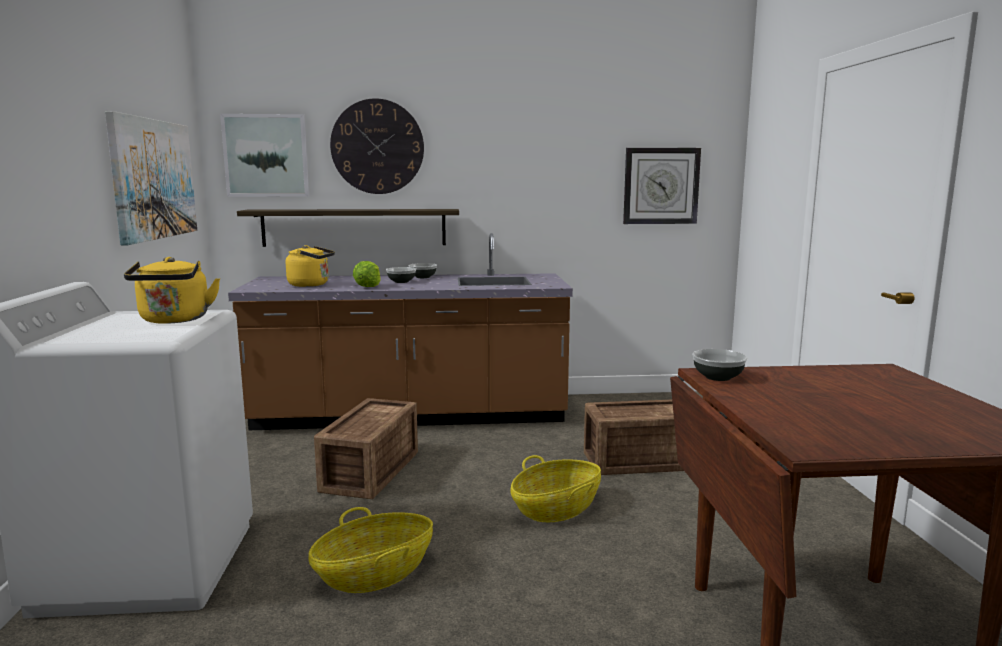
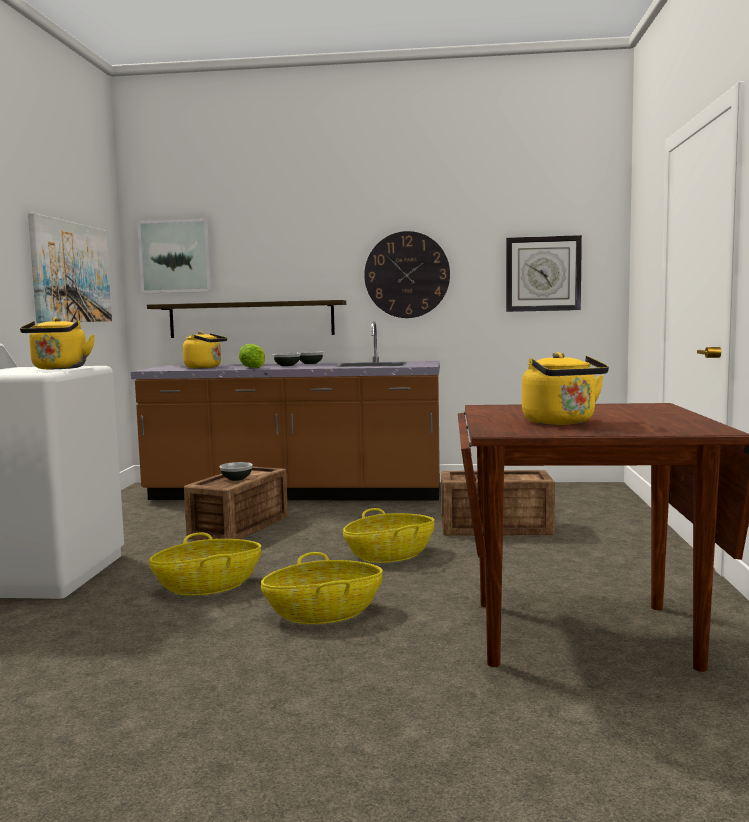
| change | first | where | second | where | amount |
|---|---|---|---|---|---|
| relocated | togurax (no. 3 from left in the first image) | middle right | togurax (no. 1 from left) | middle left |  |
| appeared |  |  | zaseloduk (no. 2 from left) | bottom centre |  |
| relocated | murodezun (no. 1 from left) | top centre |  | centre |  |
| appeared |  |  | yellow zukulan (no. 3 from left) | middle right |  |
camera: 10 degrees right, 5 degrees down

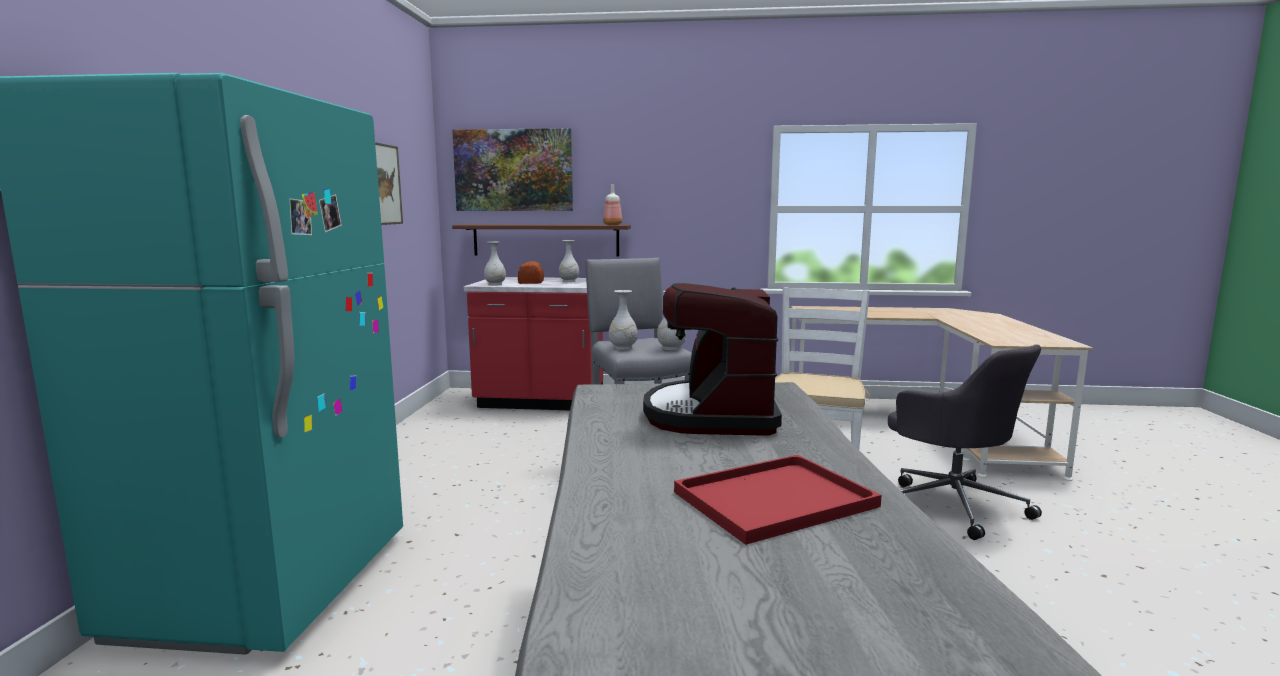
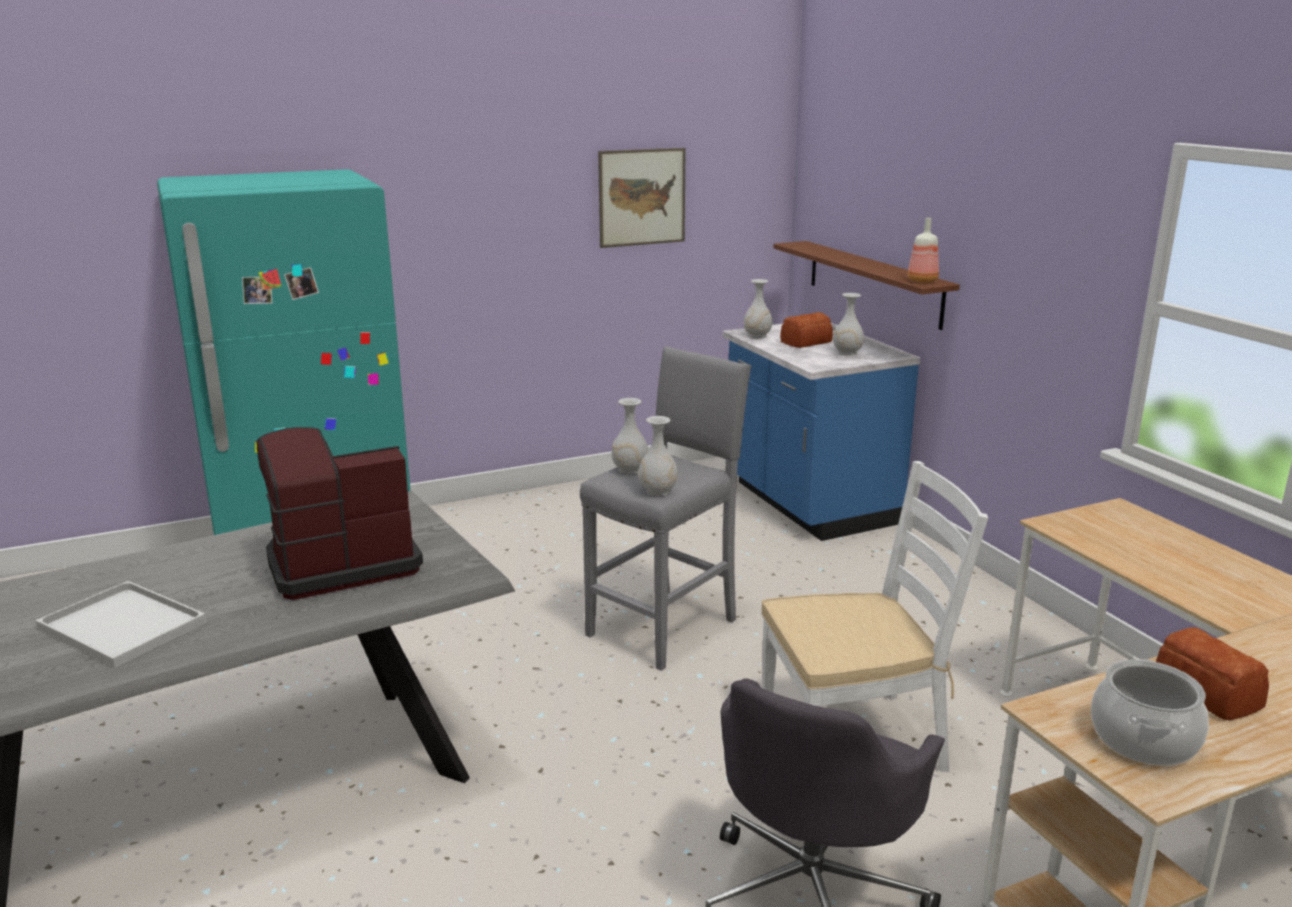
| change | first | where | second | where | amount |
|---|---|---|---|---|---|
| colour | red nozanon | bottom centre | white nozanon | bottom left |  |
| colour | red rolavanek | centre | blue rolavanek | centre |  |
| appeared |  |  | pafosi | bottom right |  |
| appeared |  |  | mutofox (no. 2 from left) | bottom right |  |
| missing | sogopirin (no. 2 from left) | top centre |  |  |  |
camera: 60 degrees right, 10 degrees up

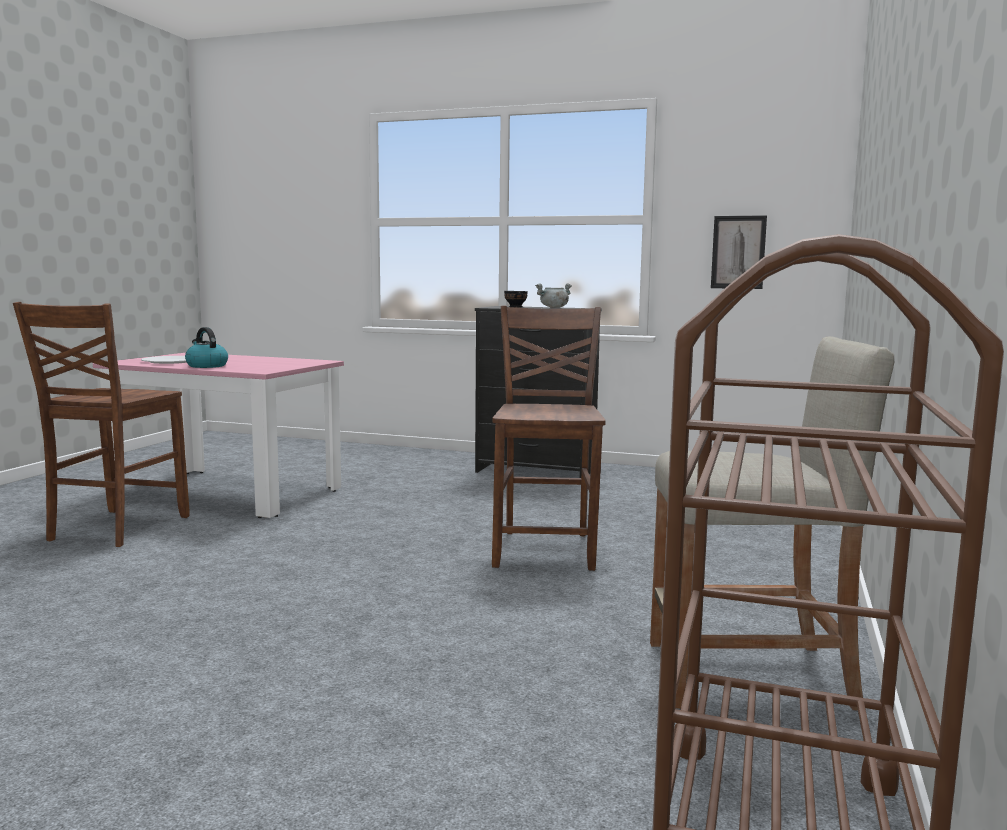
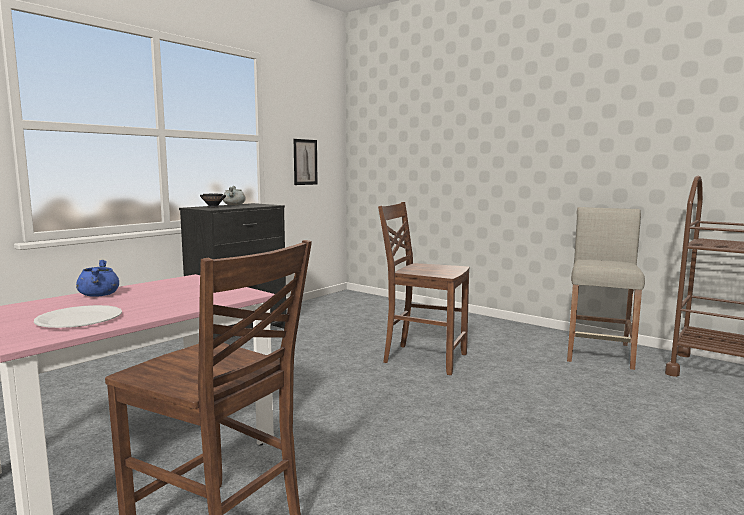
| change | first | where | second | where | amount |
|---|---|---|---|---|---|
| appeared |  |  | blue pafosi | middle left |  |
| missing | zukulan | middle left |  |  |  |
camera: 70 degrees left, 0 degrees up

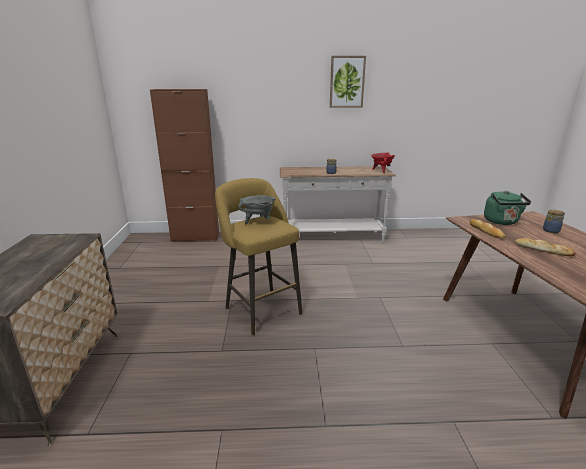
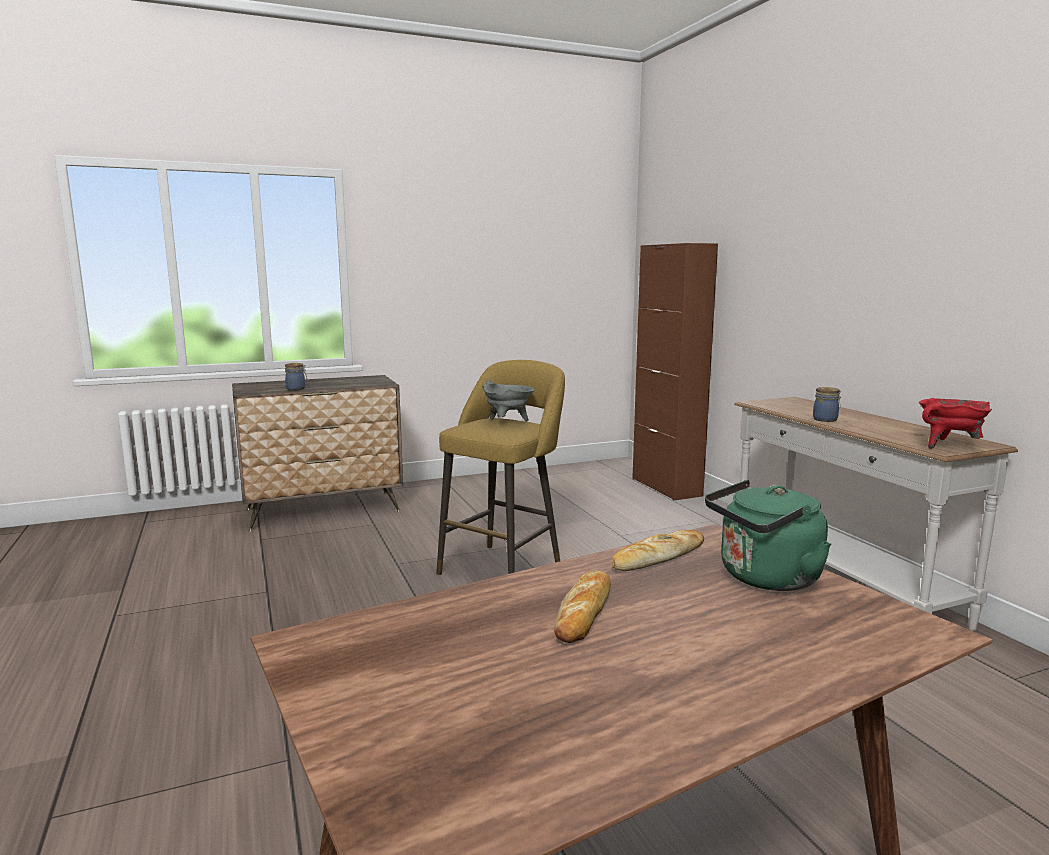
| change | first | where | second | where | amount |
|---|---|---|---|---|---|
| relocated | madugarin (no. 2 from left in the first image) | middle right | madugarin (no. 1 from left) | middle left |  |
| missing | sogopirin | top centre |  |  |  |
camera: 70 degrees right, 10 degrees down

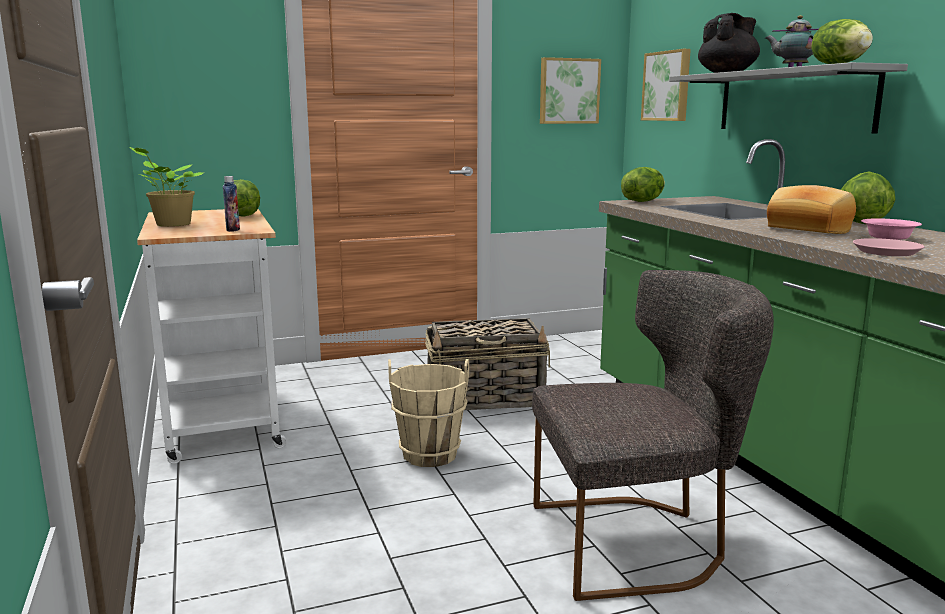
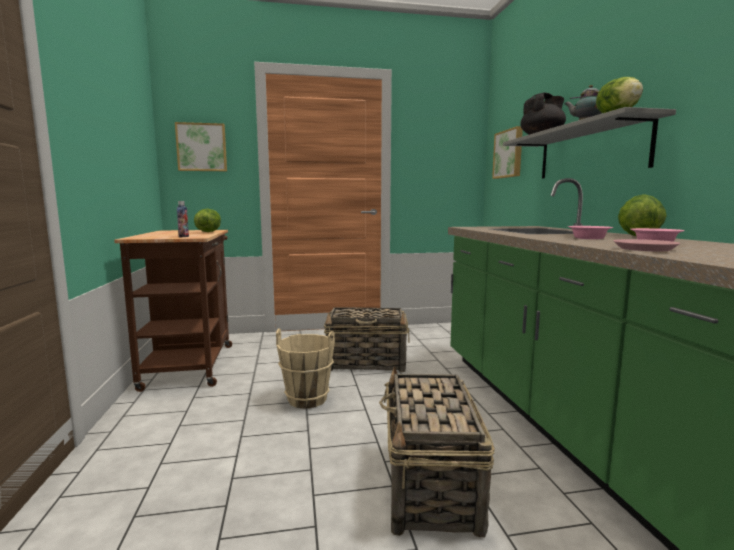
| change | first | where | second | where | amount |
|---|---|---|---|---|---|
| colour | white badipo | middle left | brown badipo | middle left |  |
| relocated | sogopirin (no. 1 from left) | top centre |  | top left |  |
| exchanged | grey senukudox | bottom right | zaseloduk (no. 2 from left) | bottom centre |  |
| exchanged | mutofox | middle right | pink togurax (no. 1 from left) | middle right |  |
| missing | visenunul | top left |  |  |  |
| missing | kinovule (no. 2 from left) | top right |  |  |  |
camera: 10 degrees right, 5 degrees down

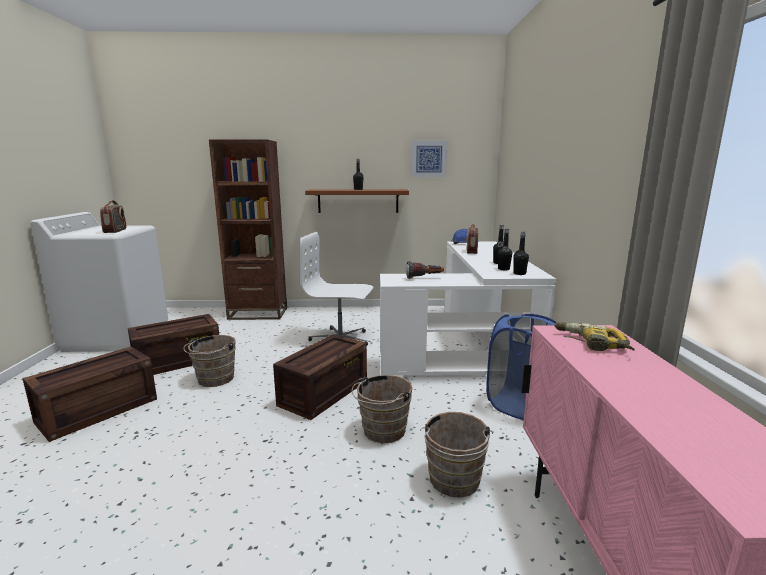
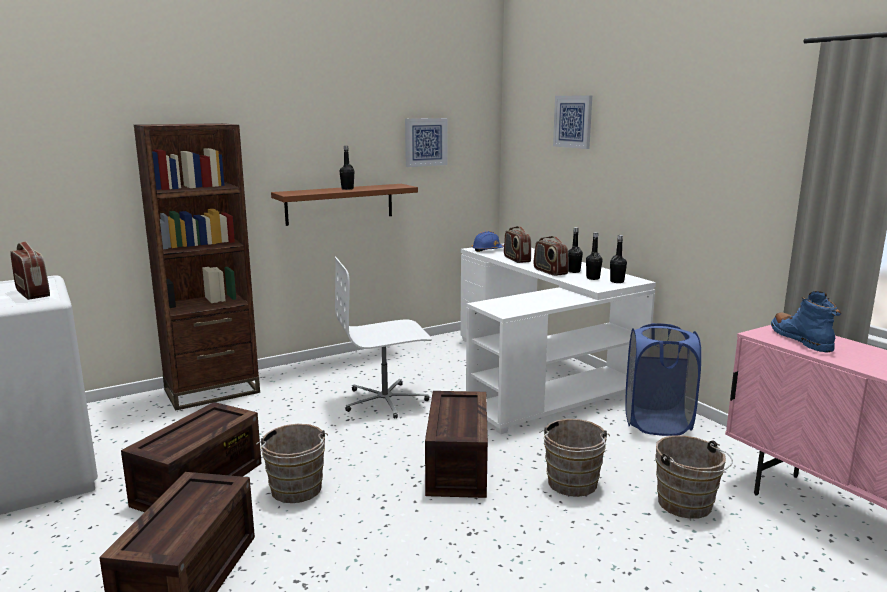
| change | first | where | second | where | amount |
|---|---|---|---|---|---|
| appeared |  |  | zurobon (no. 3 from left) | centre |  |
| appeared |  |  | sogopirin (no. 2 from left) | top centre |  |
| exchanged | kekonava | middle right | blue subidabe | middle right |  |
| missing | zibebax | centre |  |  |  |
camera: 30 degrees left, 0 degrees up

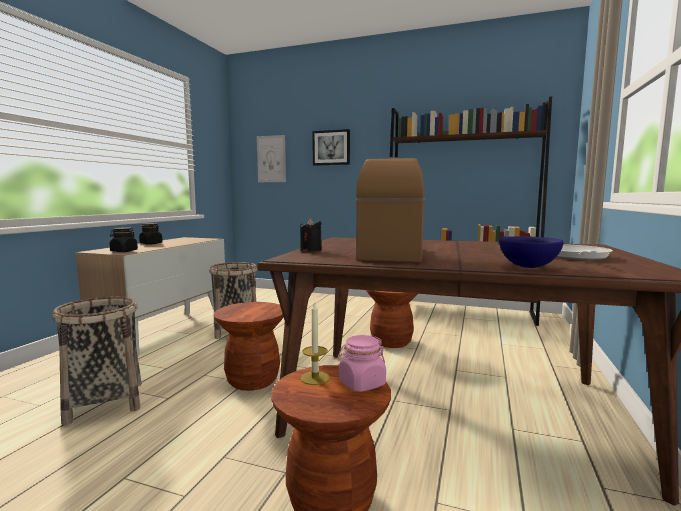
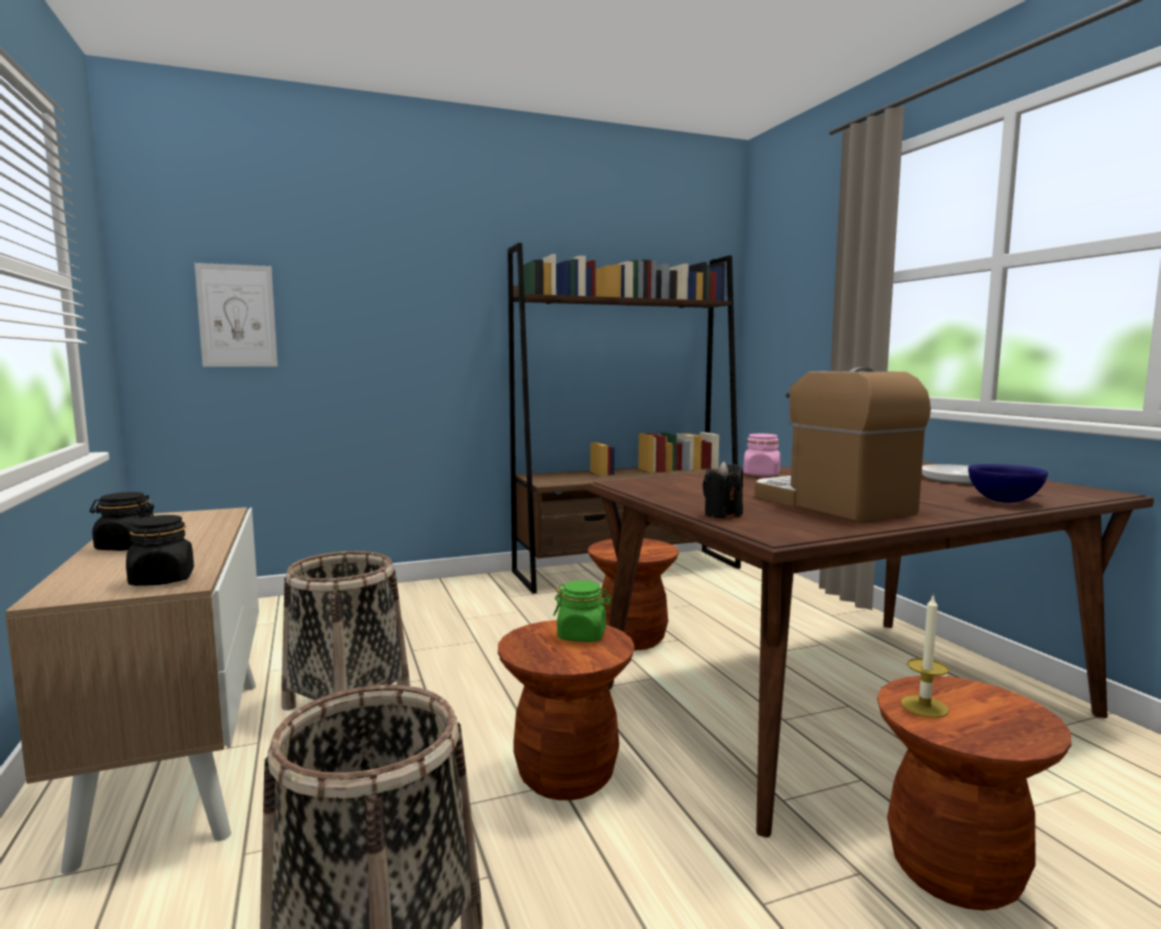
| change | first | where | second | where | amount |
|---|---|---|---|---|---|
| appeared |  |  | green madugarin | centre |  |
| relocated | pink madugarin | bottom centre |  | centre |  |
| missing | sogopirin (no. 2 from left) | top centre |  |  |  |
camera: 40 degrees left, 0 degrees up

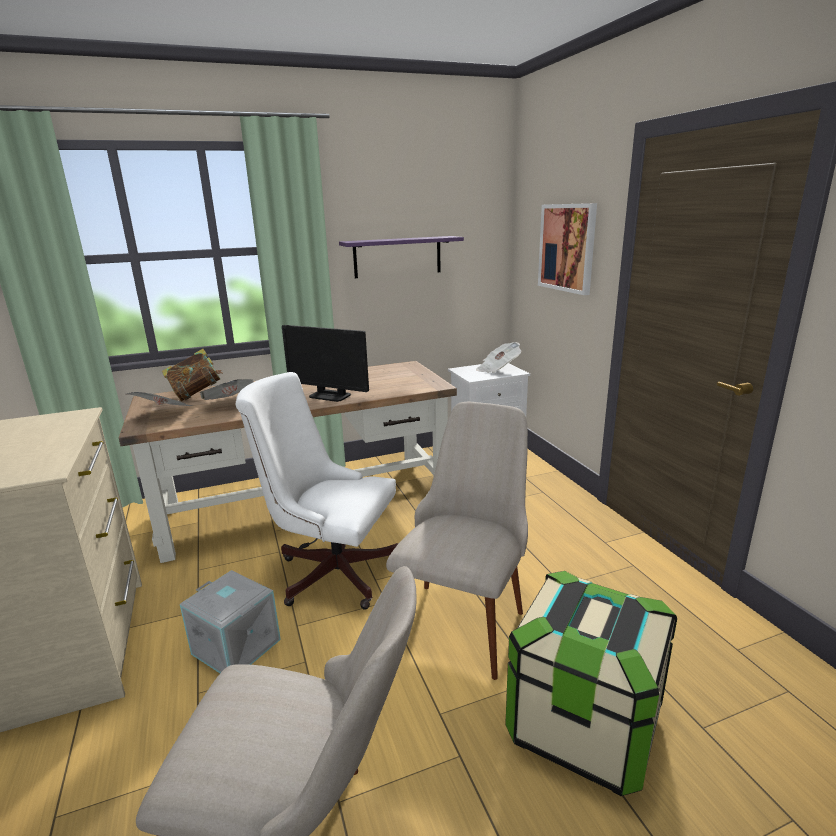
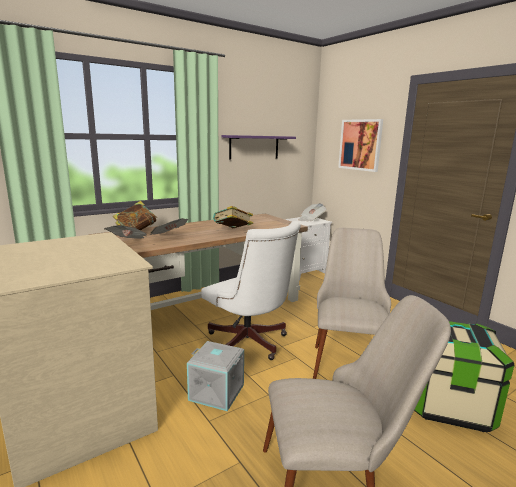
| change | first | where | second | where | amount |
|---|---|---|---|---|---|
| spun | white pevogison | centre |  | centre | 135 degrees counterclockwise |
| exchanged | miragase | centre | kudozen (no. 2 from left) | centre |  |
camera: 15 degrees left, 5 degrees down

